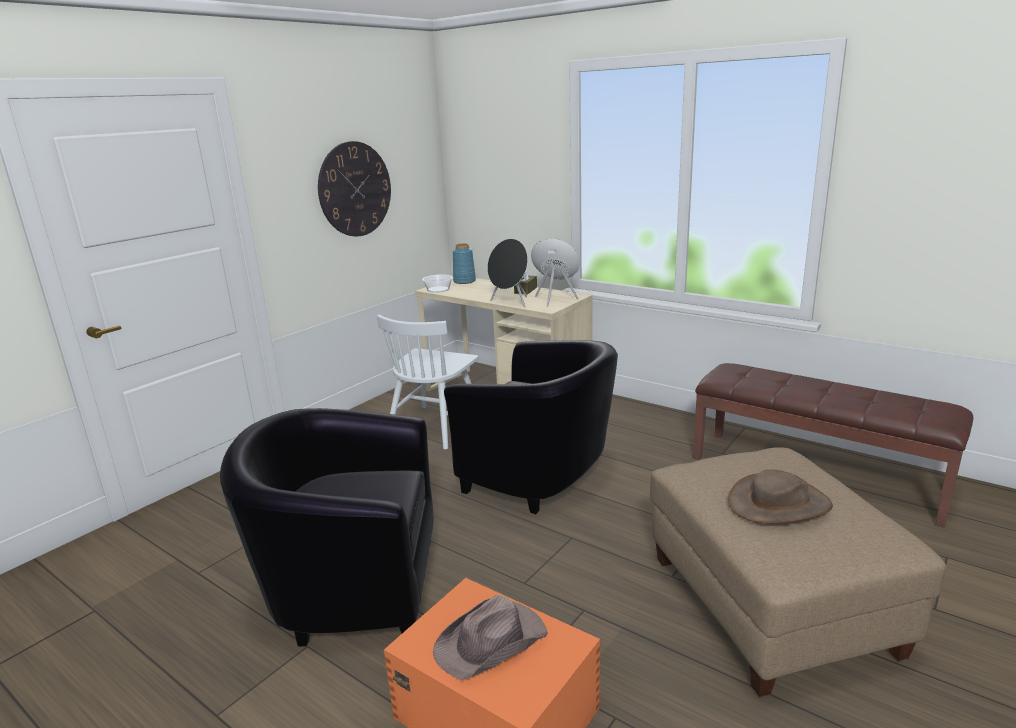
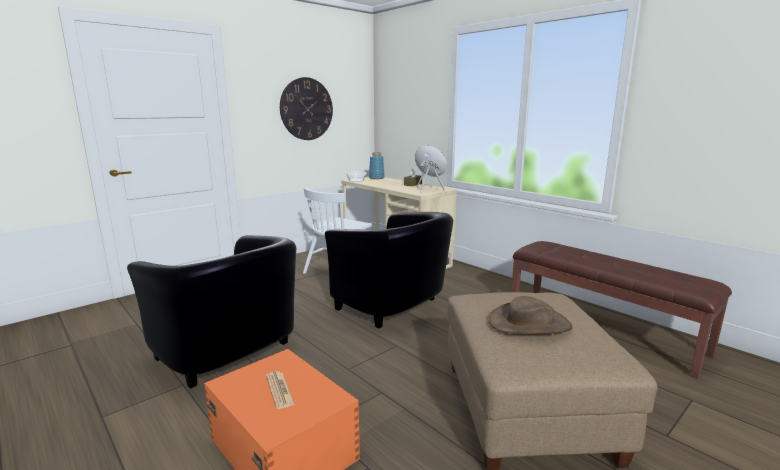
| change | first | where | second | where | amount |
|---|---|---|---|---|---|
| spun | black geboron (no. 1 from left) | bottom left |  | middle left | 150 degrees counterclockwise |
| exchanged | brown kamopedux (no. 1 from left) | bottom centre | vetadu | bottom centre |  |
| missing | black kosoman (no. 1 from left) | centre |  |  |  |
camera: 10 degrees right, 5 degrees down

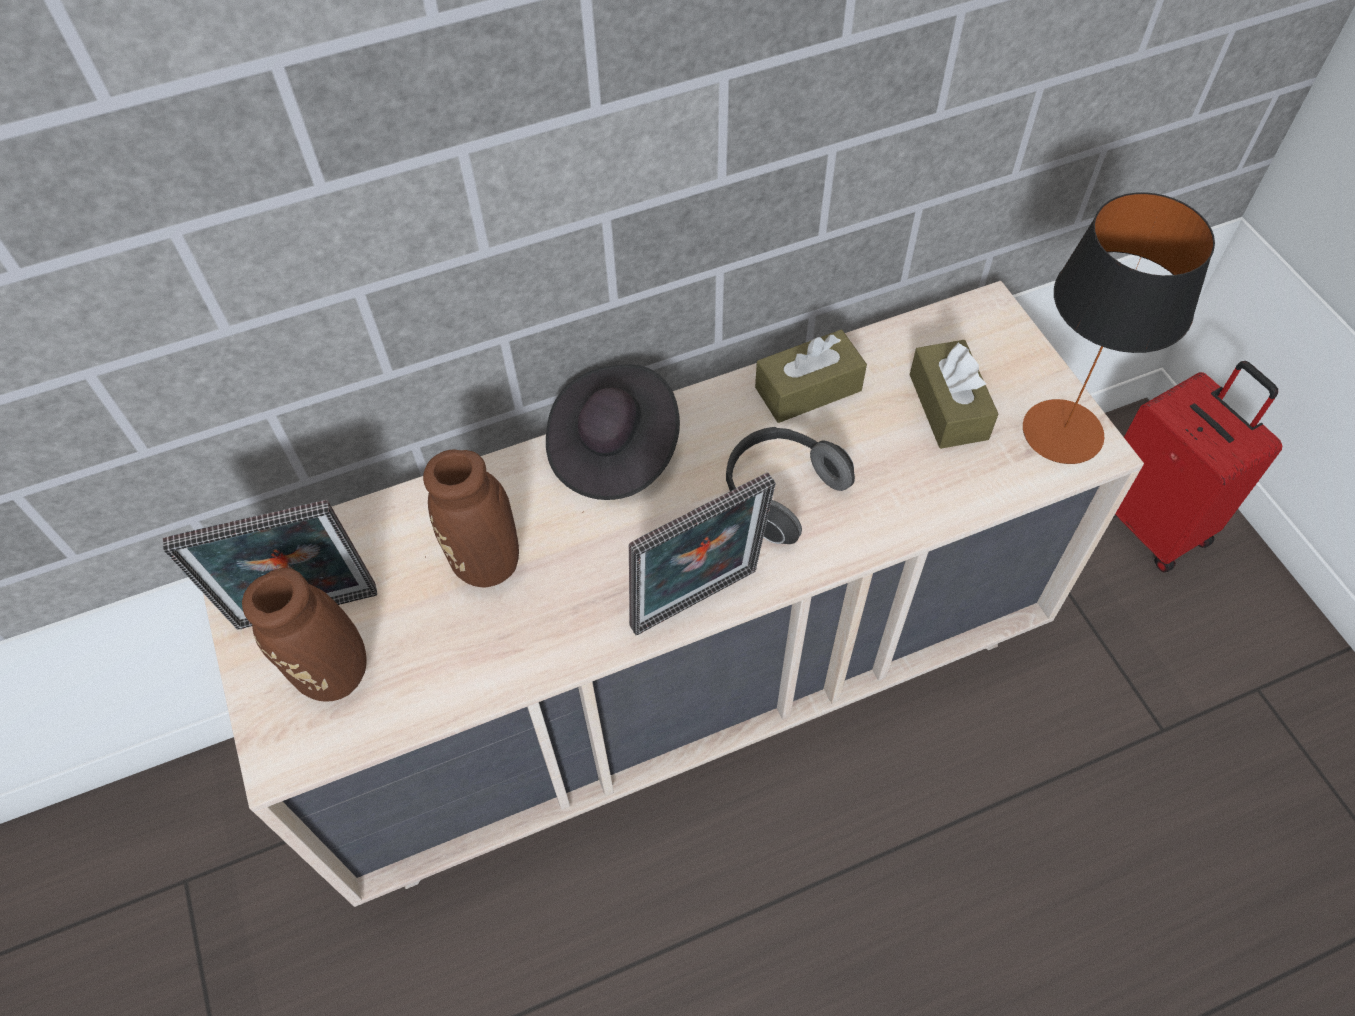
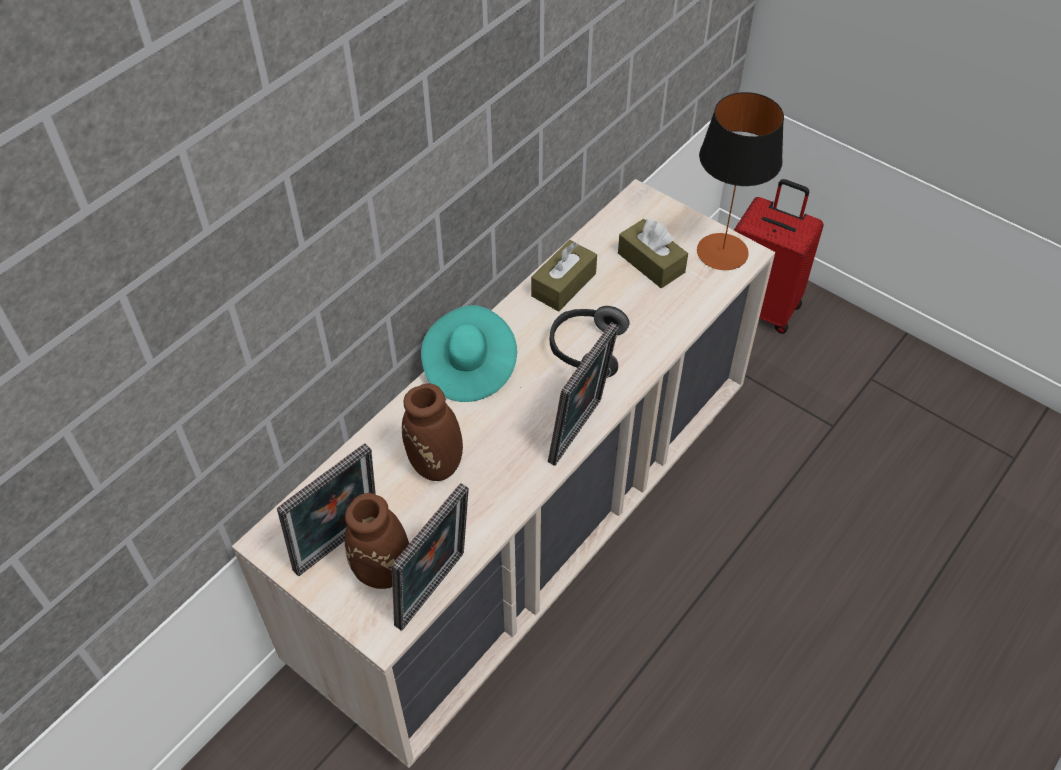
| change | first | where | second | where | amount |
|---|---|---|---|---|---|
| appeared |  |  | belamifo (no. 2 from left) | bottom centre |  |
| colour | black kamopedux | centre | turquoise kamopedux | centre |  |
camera: 30 degrees left, 5 degrees down

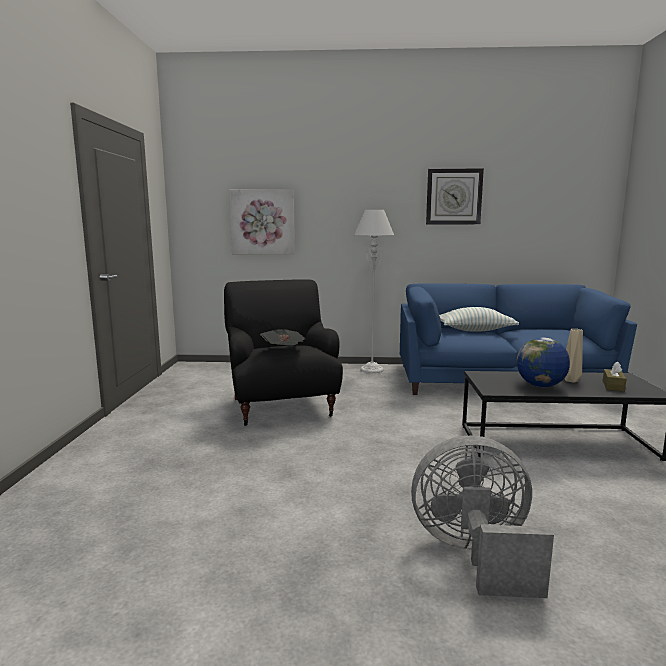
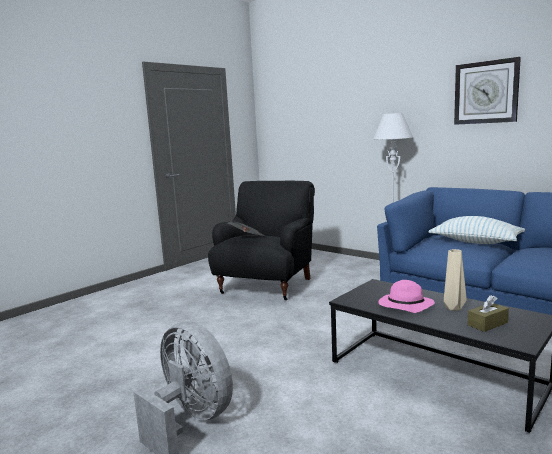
| change | first | where | second | where | amount |
|---|---|---|---|---|---|
| exchanged | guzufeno | middle right | pink kamopedux | middle right |  |
| missing | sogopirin | centre |  |  |  |
camera: 40 degrees right, 0 degrees up

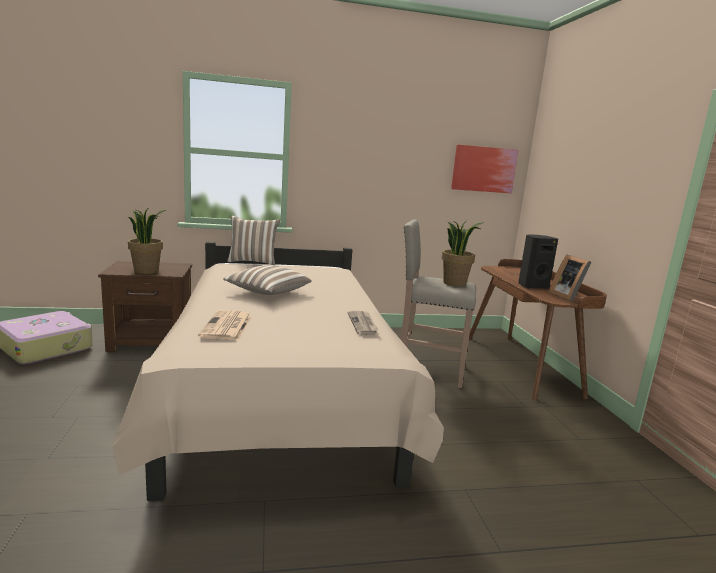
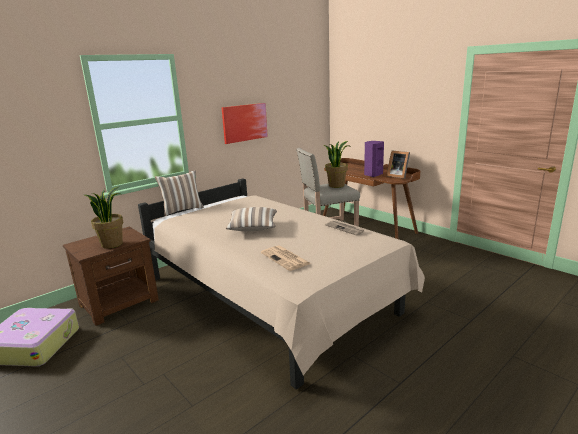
| change | first | where | second | where | amount |
|---|---|---|---|---|---|
| relocated | sogopirin | top right |  | top centre |  |
| colour | black kosoman | middle right | purple kosoman | centre |  |
camera: 30 degrees left, 5 degrees up

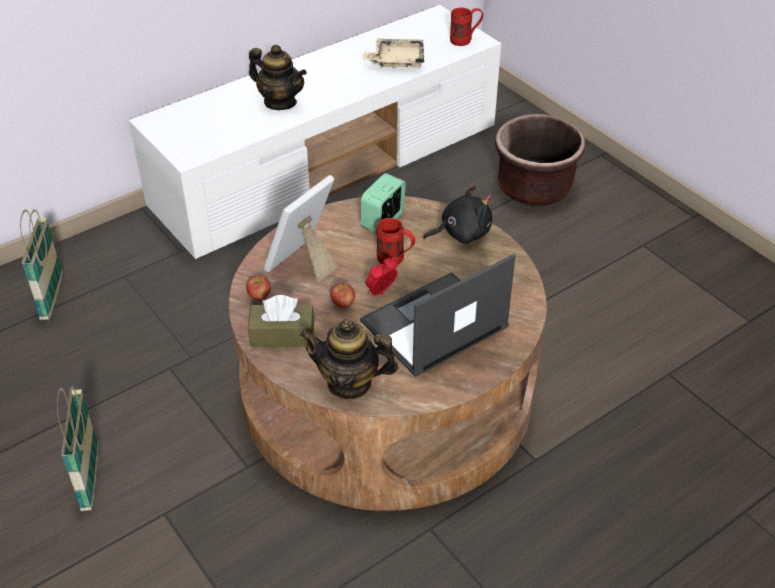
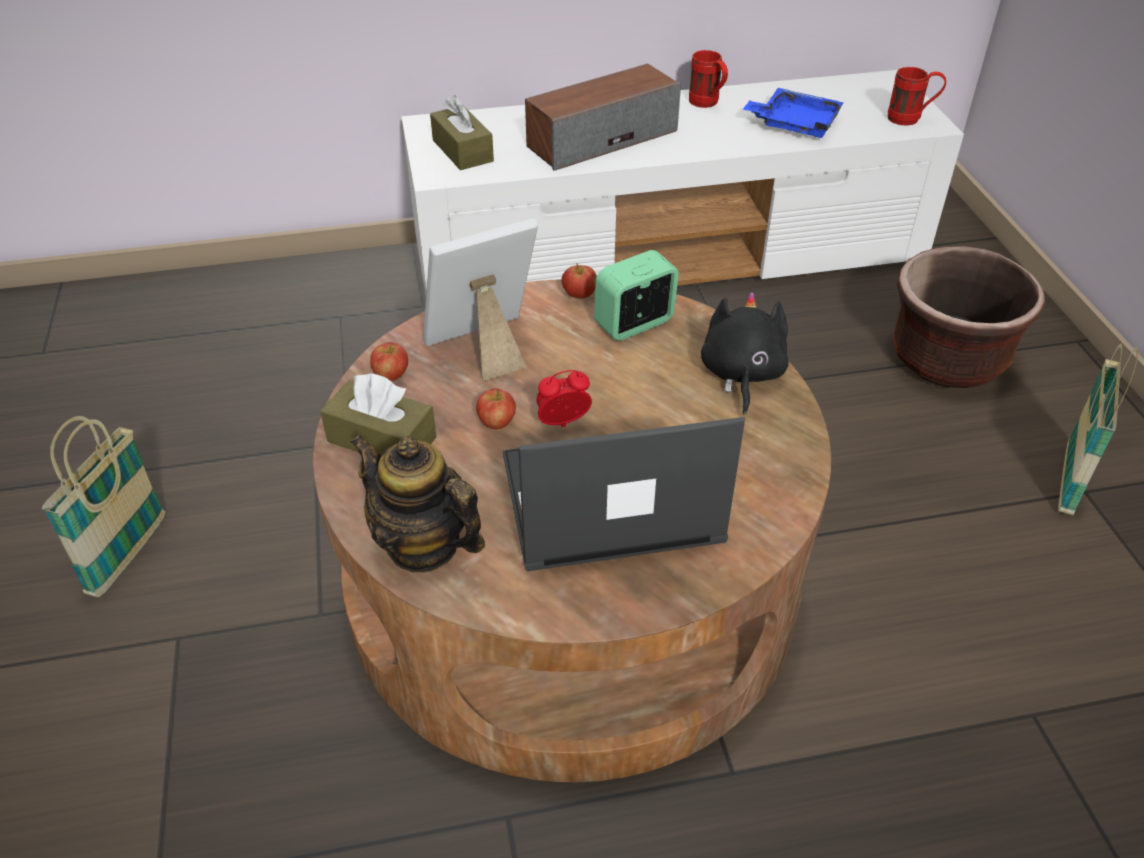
| change | first | where | second | where | amount |
|---|---|---|---|---|---|
| appeared |  |  | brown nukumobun (no. 2 from left) | top centre |  |
| exchanged | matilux (no. 1 from left) | top centre | kosoman | top centre |  |
| appeared |  |  | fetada (no. 3 from left) | top centre |  |
| relocated | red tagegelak (no. 1 from left) | centre |  | top centre |  |
| spun | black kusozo | centre |  | centre | 90 degrees counterclockwise |
| colour | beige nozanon | top centre | blue nozanon | top right |  |
| relocated | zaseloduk (no. 1 from left in the first image) | middle left | zaseloduk (no. 2 from left) | middle right |  |
camera: 25 degrees right, 0 degrees up

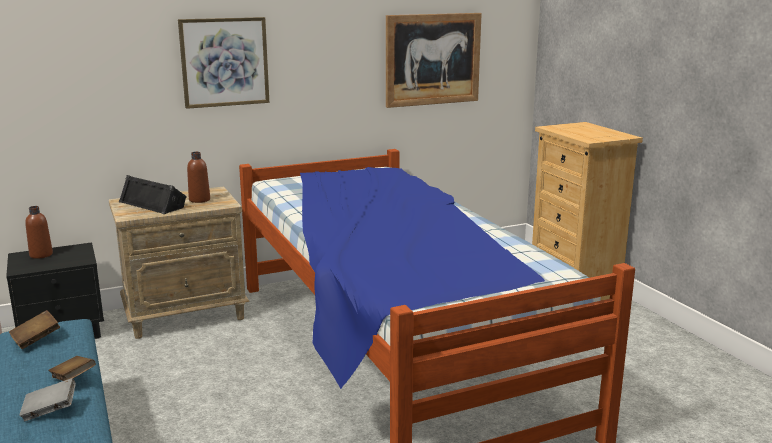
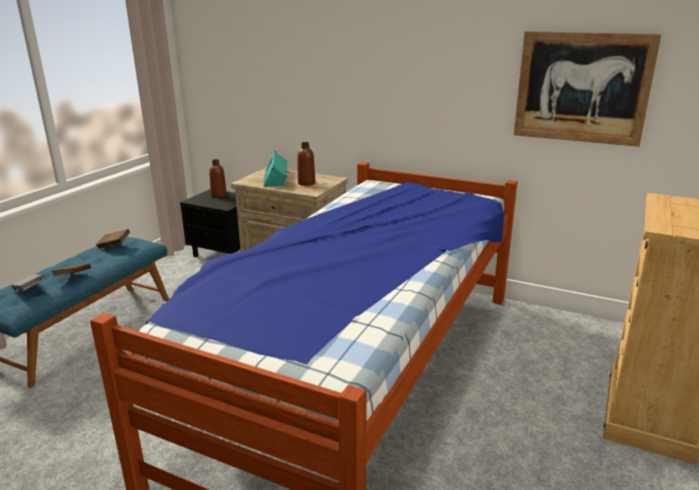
| change | first | where | second | where | amount |
|---|---|---|---|---|---|
| colour | black kosoman | middle left | turquoise kosoman | centre |  |
| missing | sogopirin (no. 1 from left) | top left |  |  |  |
camera: 50 degrees right, 5 degrees up

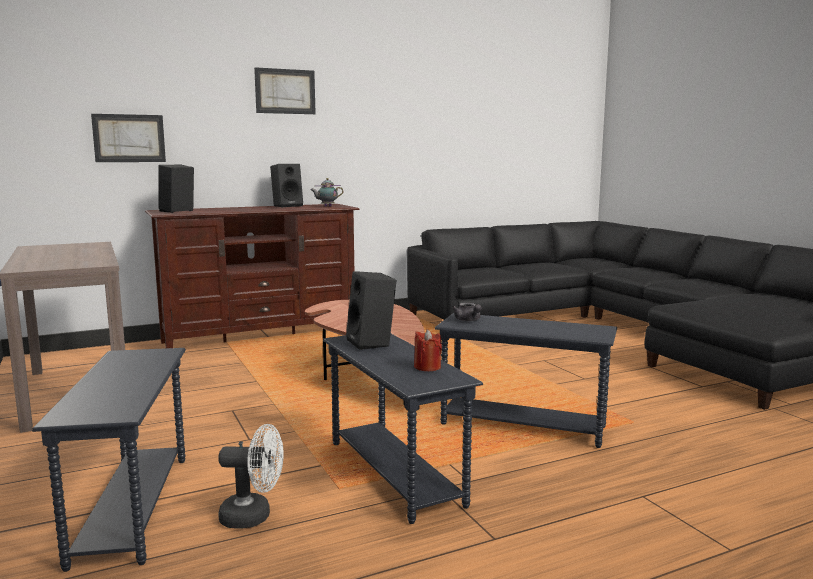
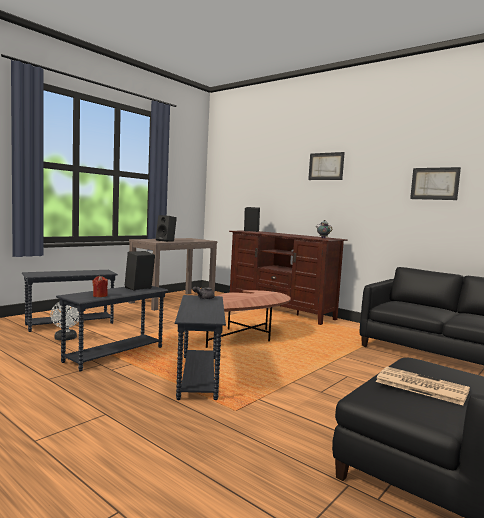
| change | first | where | second | where | amount |
|---|---|---|---|---|---|
| relocated | black kosoman (no. 2 from left) | top centre |  | centre |  |
| appeared |  |  | vetadu | bottom right |  |
| relocated | sogopirin (no. 1 from left in the first image) | top left | sogopirin (no. 2 from left) | middle right |  |
camera: 65 degrees right, 5 degrees down

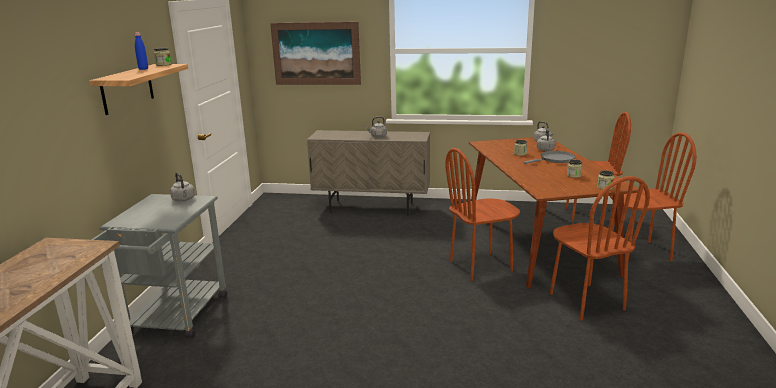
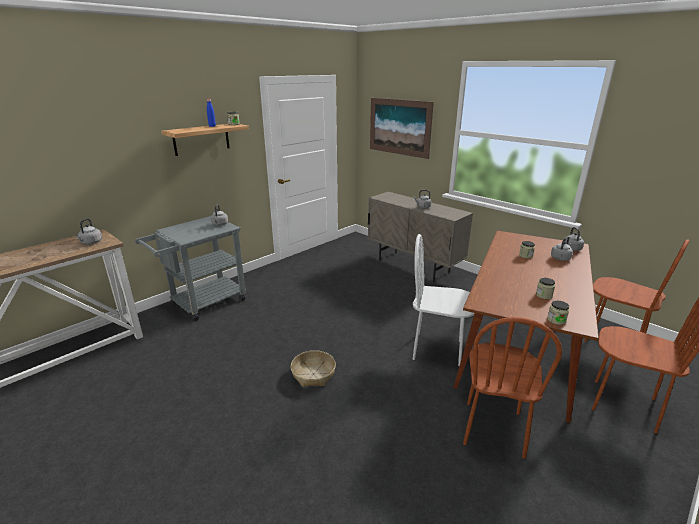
| change | first | where | second | where | amount |
|---|---|---|---|---|---|
| appeared |  |  | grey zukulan (no. 1 from left) | middle left |  |
| appeared |  |  | zaseloduk | bottom centre |  |
| colour | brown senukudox (no. 1 from left) | centre | white senukudox | centre |  |
| missing | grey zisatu | middle right |  |  |  |
camera: 35 degrees right, 5 degrees up

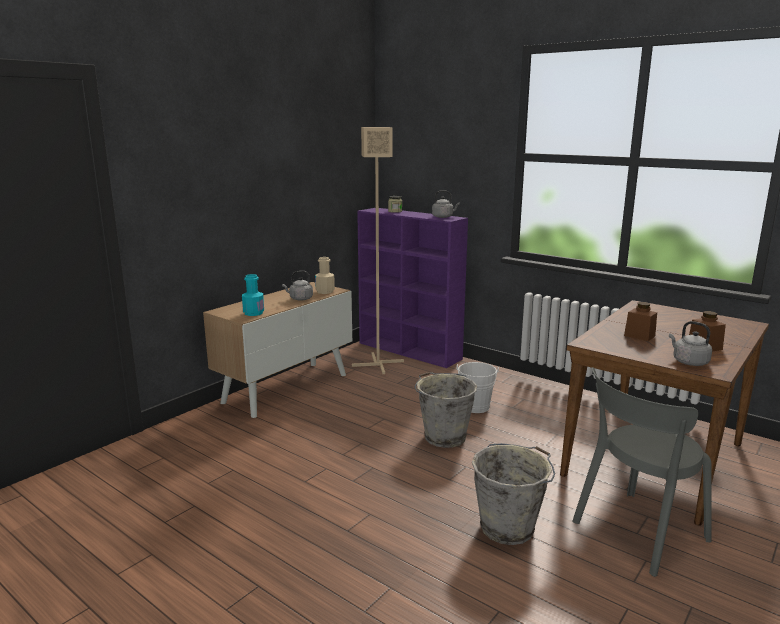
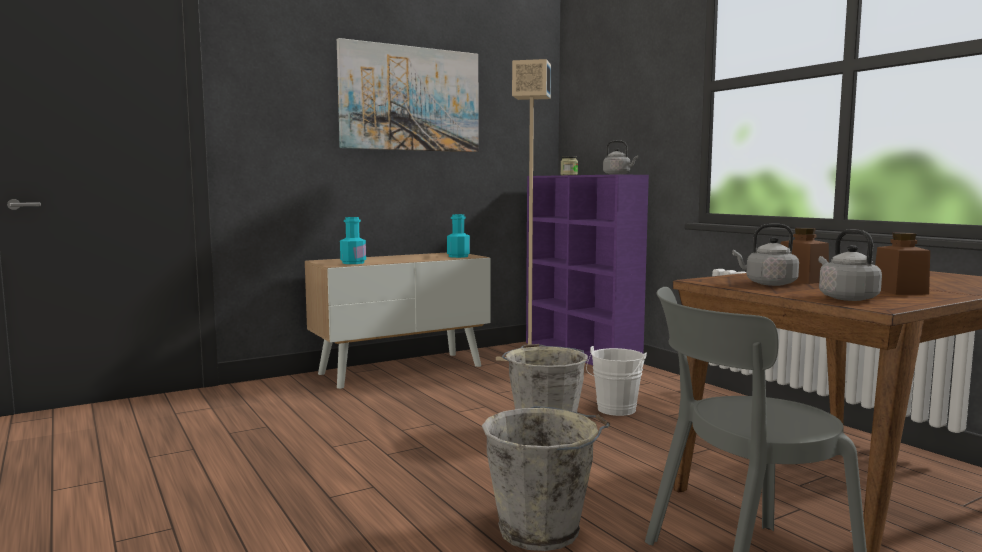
| change | first | where | second | where | amount |
|---|---|---|---|---|---|
| appeared |  |  | sogopirin | top centre |  |
| colour | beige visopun | centre | turquoise visopun (no. 2 from left) | centre |  |
| relocated | grey zukulan (no. 1 from left in the first image) | centre | grey zukulan (no. 2 from left) | middle right |  |
camera: 20 degrees right, 10 degrees down

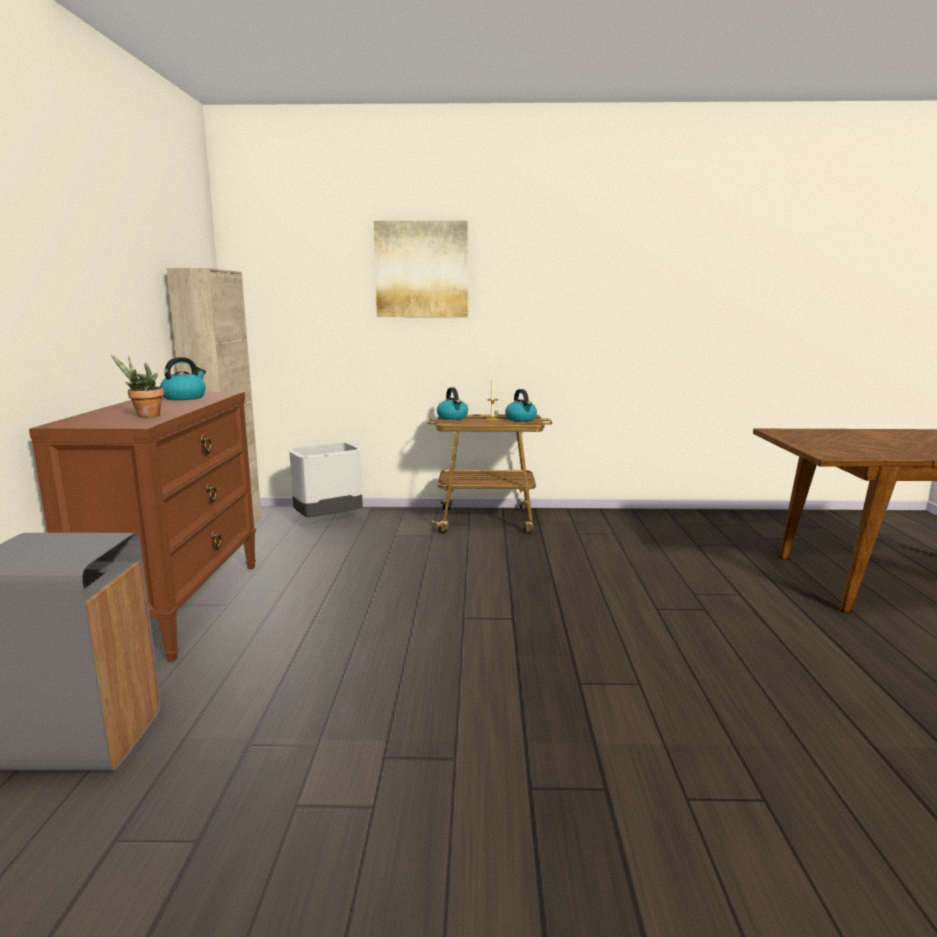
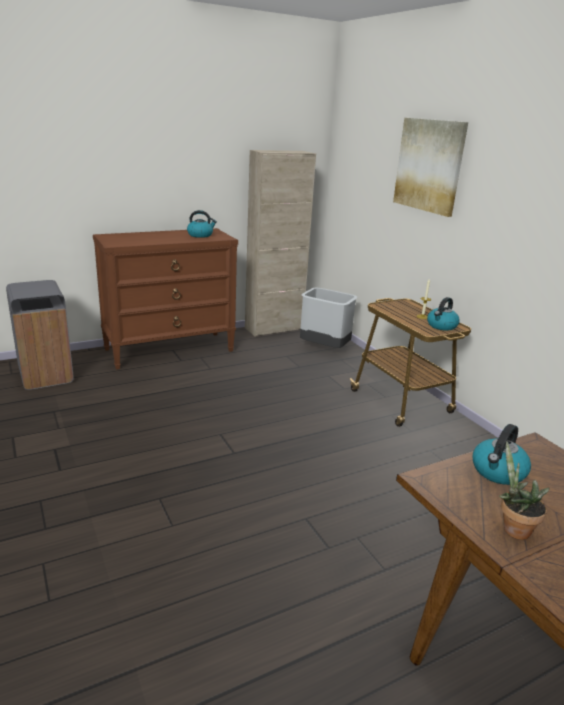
| change | first | where | second | where | amount |
|---|---|---|---|---|---|
| relocated | zukulan (no. 2 from left in the first image) | centre | zukulan (no. 3 from left) | middle right |  |
| relocated | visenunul | middle left |  | bottom right |  |
camera: 60 degrees right, 10 degrees up

